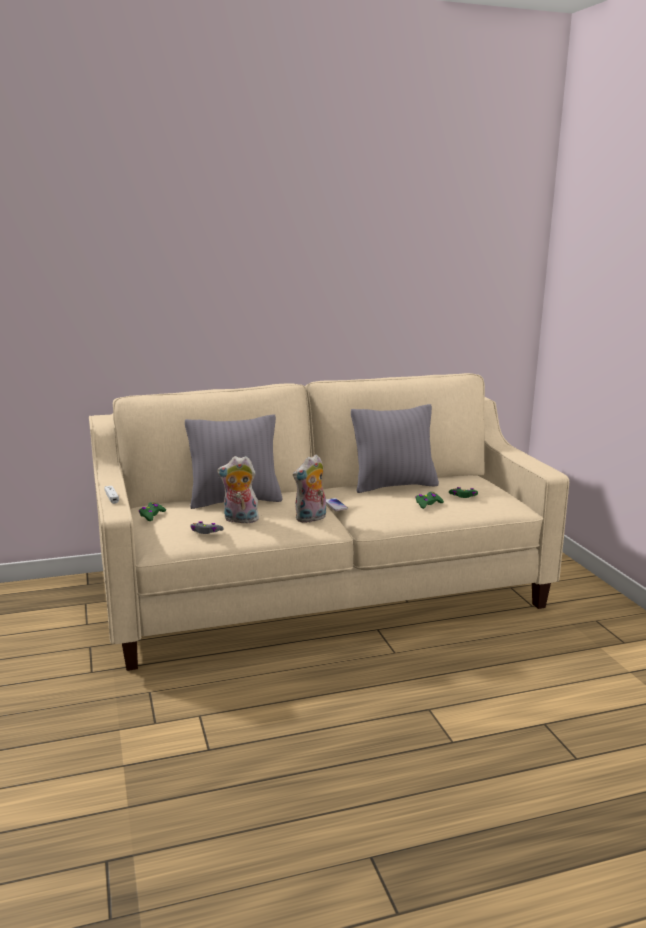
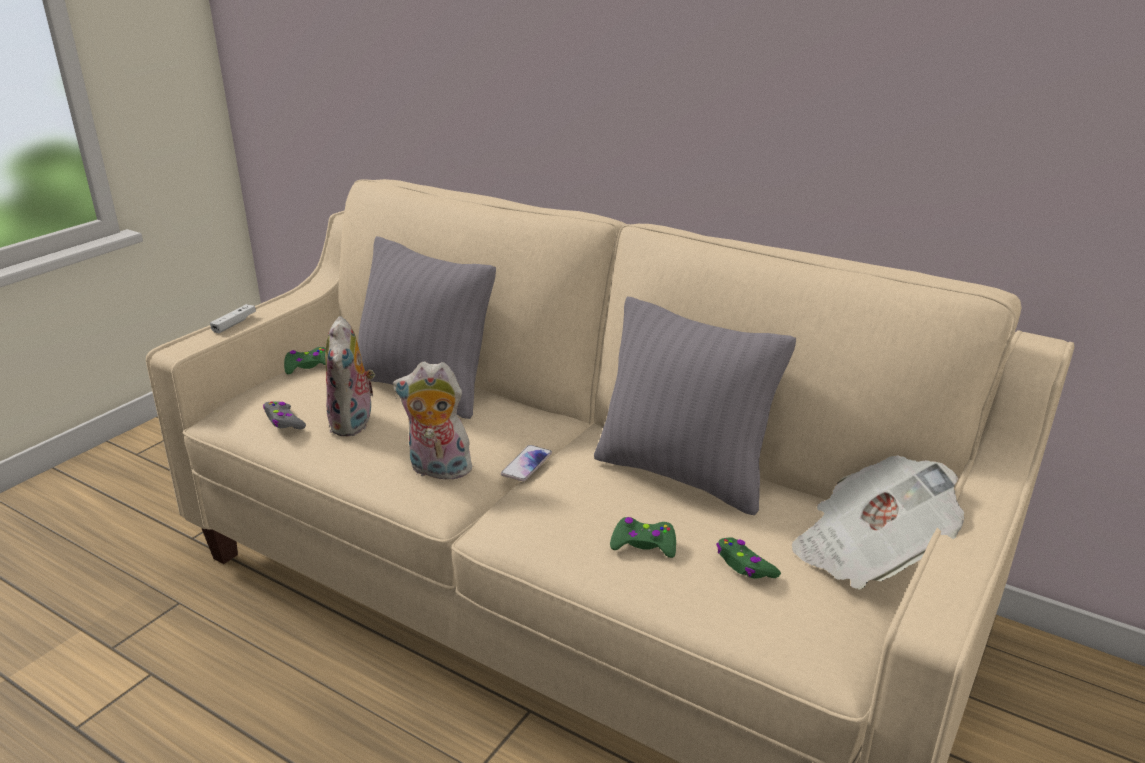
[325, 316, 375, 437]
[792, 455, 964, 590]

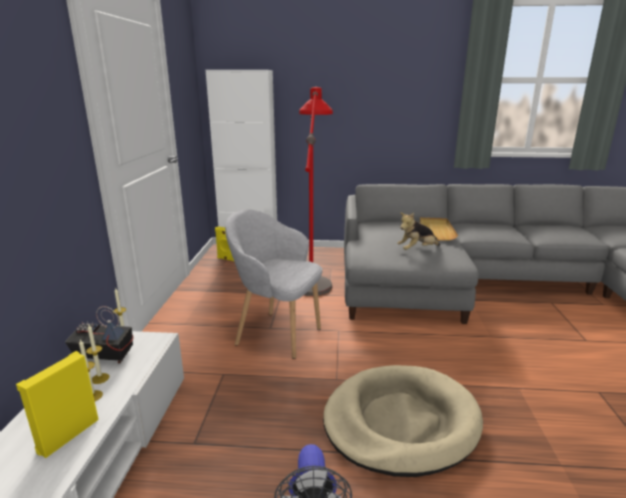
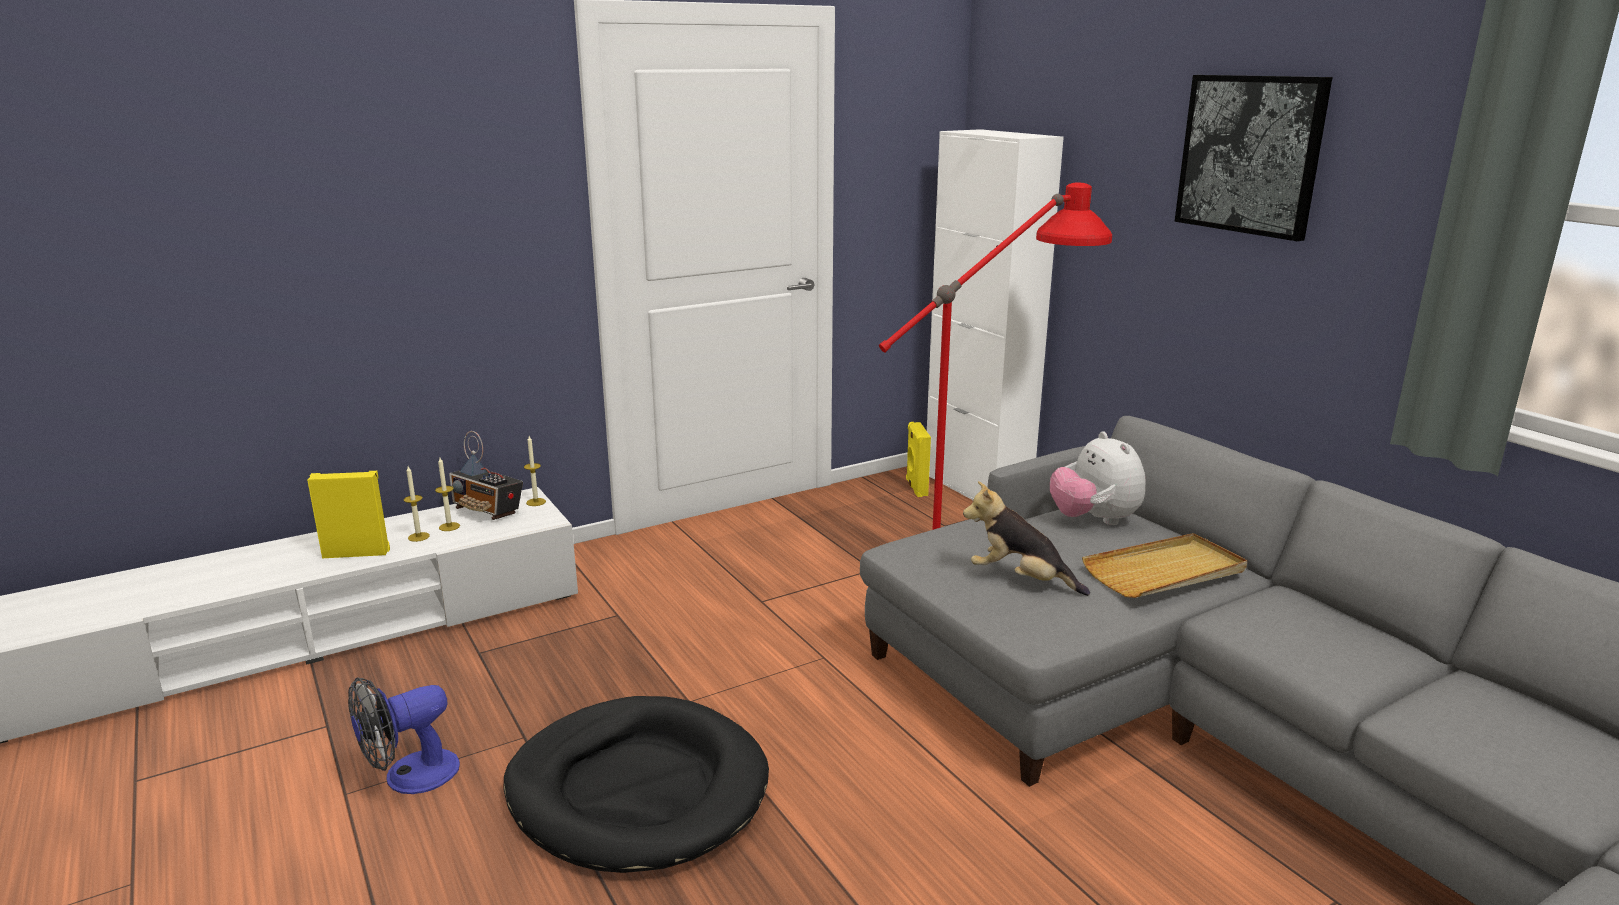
[449, 431, 523, 520]
[503, 696, 769, 873]
[1050, 431, 1146, 525]
[1175, 75, 1333, 241]
[225, 209, 322, 359] (first image)

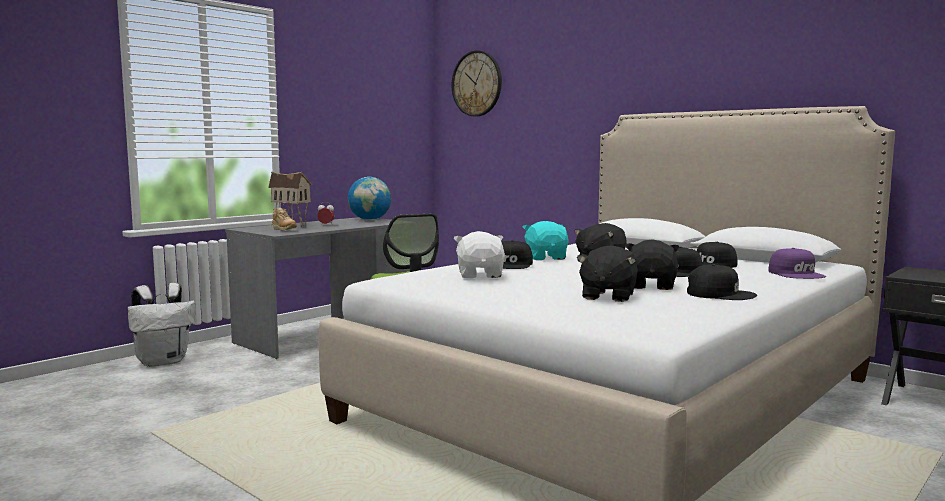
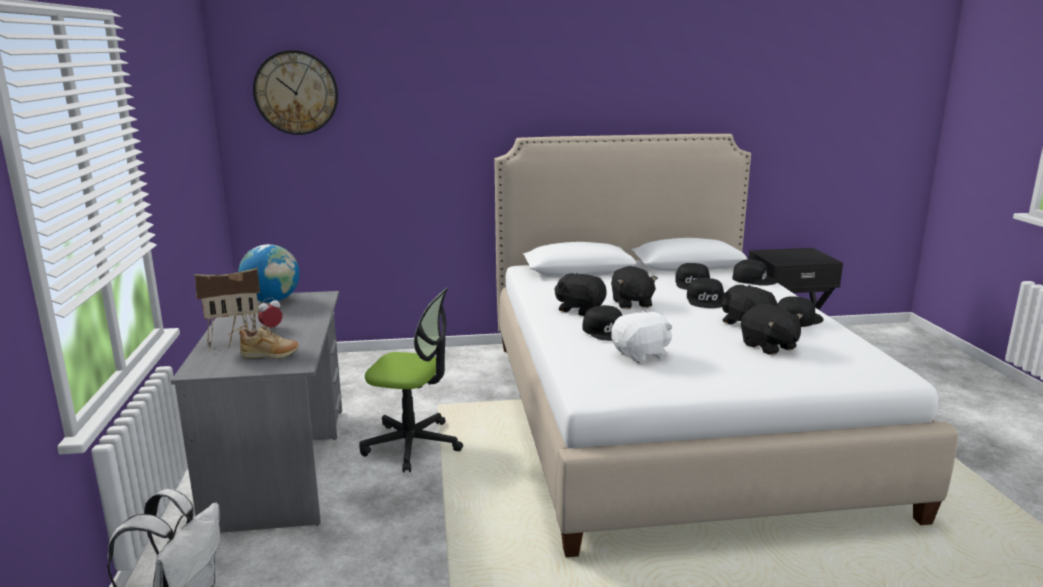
[554, 273, 607, 316]
[611, 310, 672, 363]
[732, 259, 778, 286]

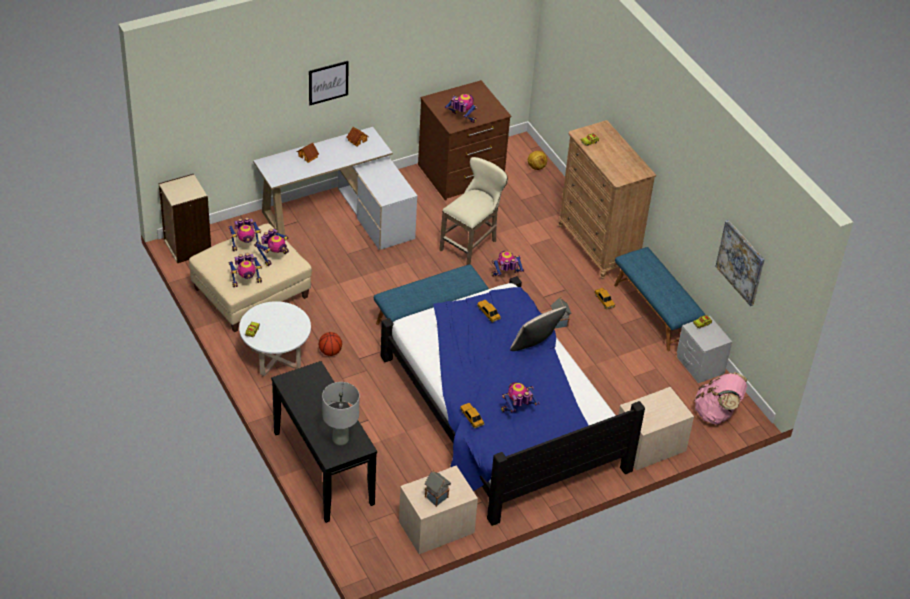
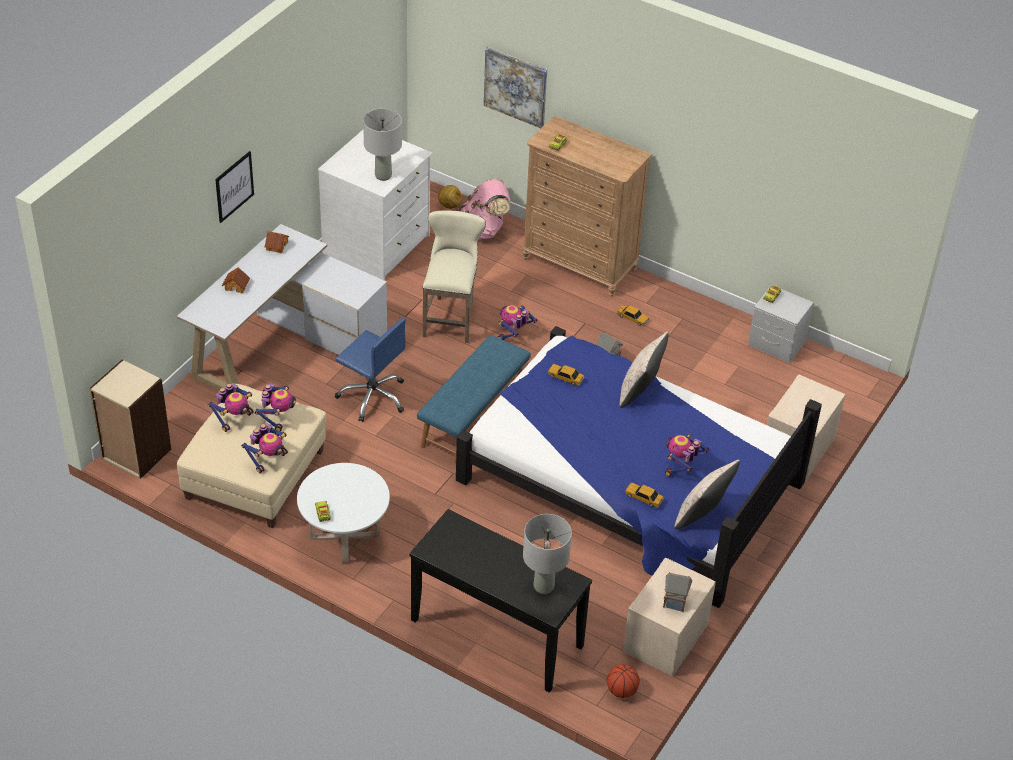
[318, 130, 432, 280]
[335, 318, 406, 422]
[363, 109, 402, 181]
[458, 179, 510, 239]
[484, 47, 547, 128]
[606, 664, 640, 698]
[675, 460, 740, 529]
[614, 247, 705, 351] (first image)

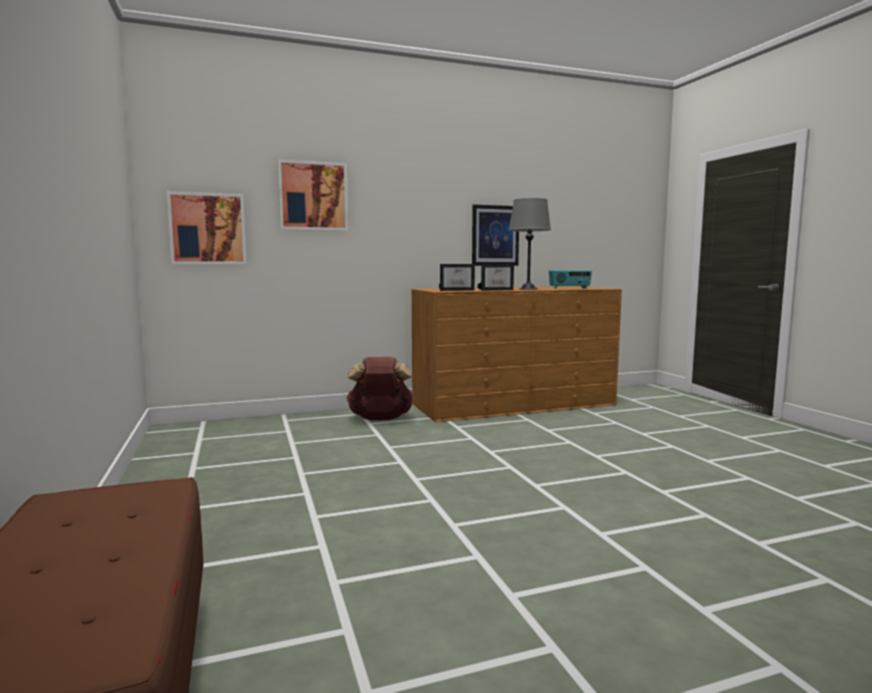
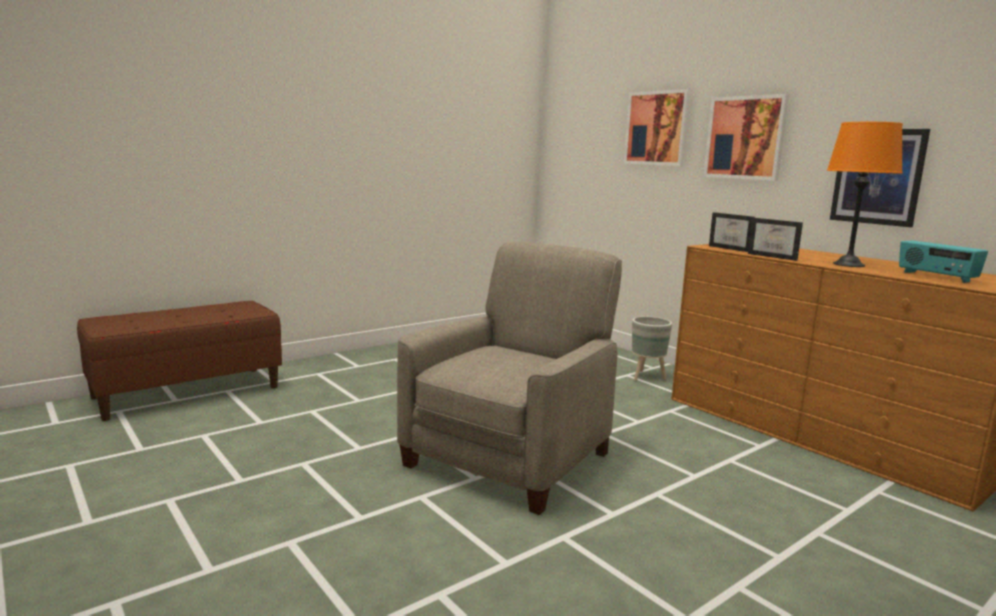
[397, 242, 622, 515]
[632, 316, 672, 381]
[703, 94, 789, 181]
[827, 122, 903, 267]

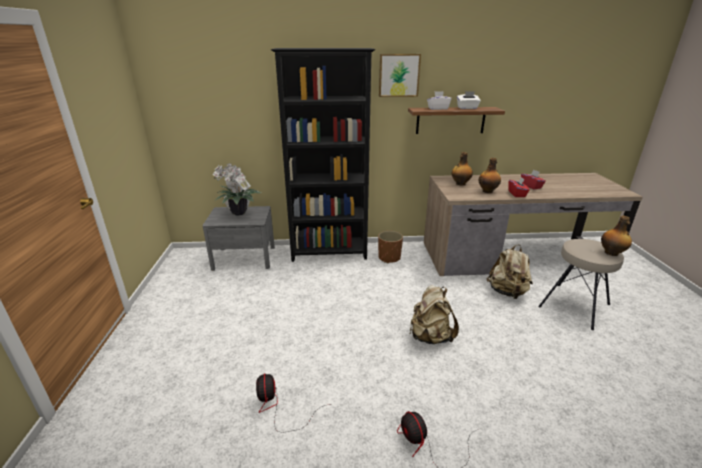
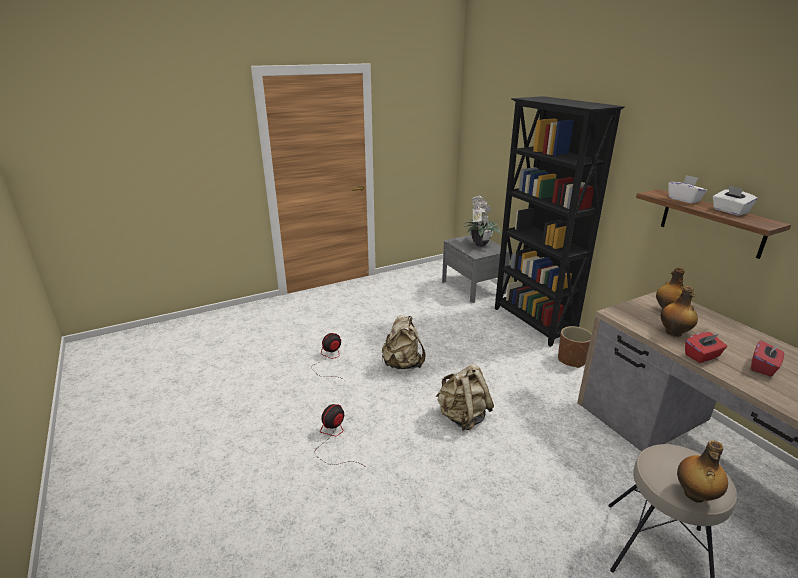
[382, 315, 425, 369]
[379, 54, 421, 97] (first image)

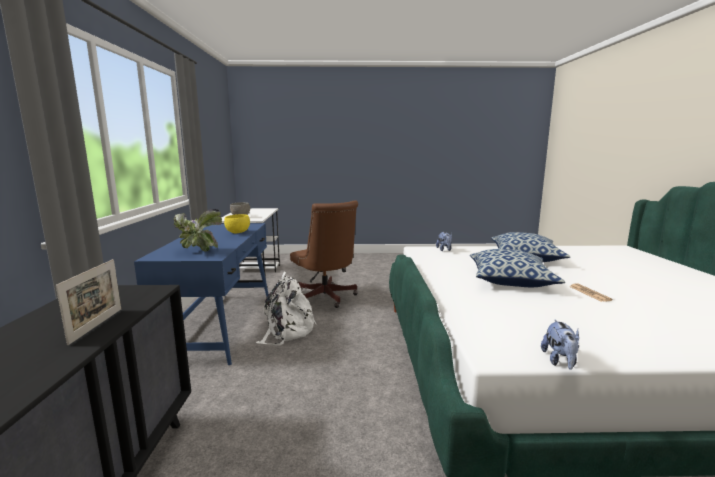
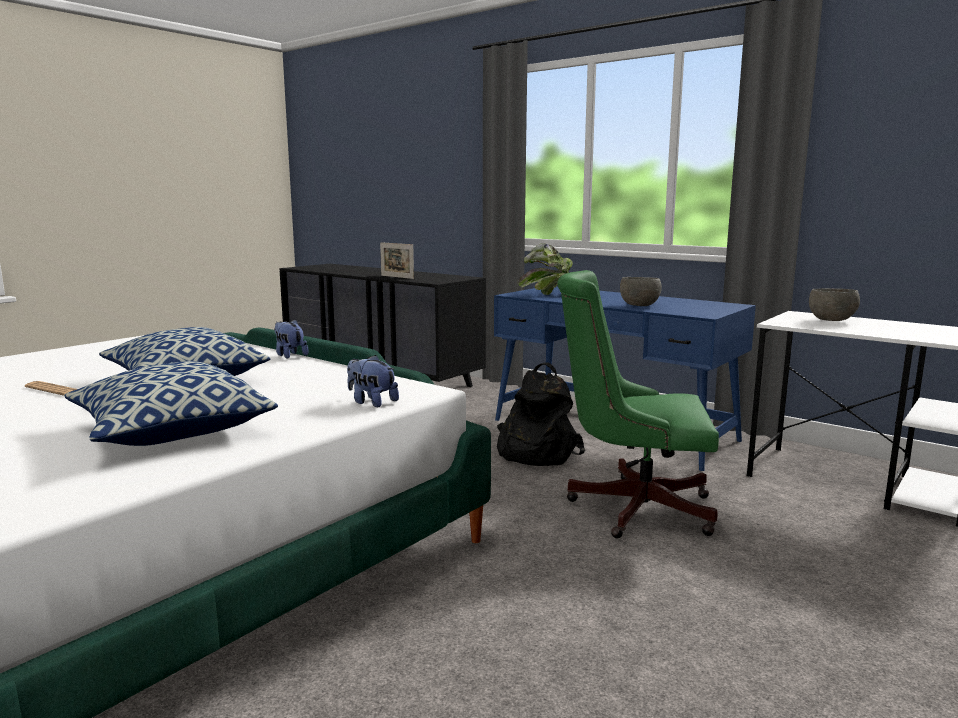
[274, 319, 309, 359]
[497, 362, 585, 466]
[557, 270, 719, 539]
[620, 277, 662, 306]

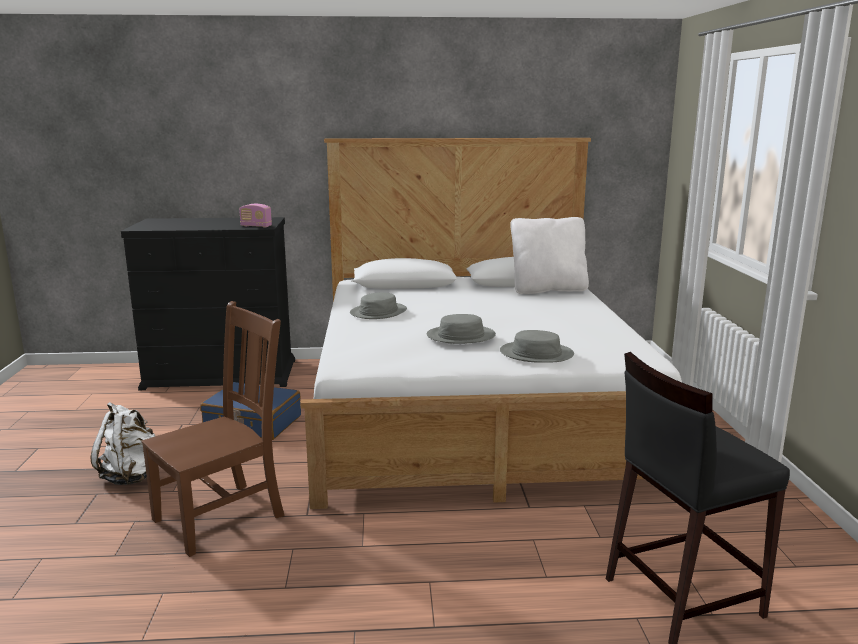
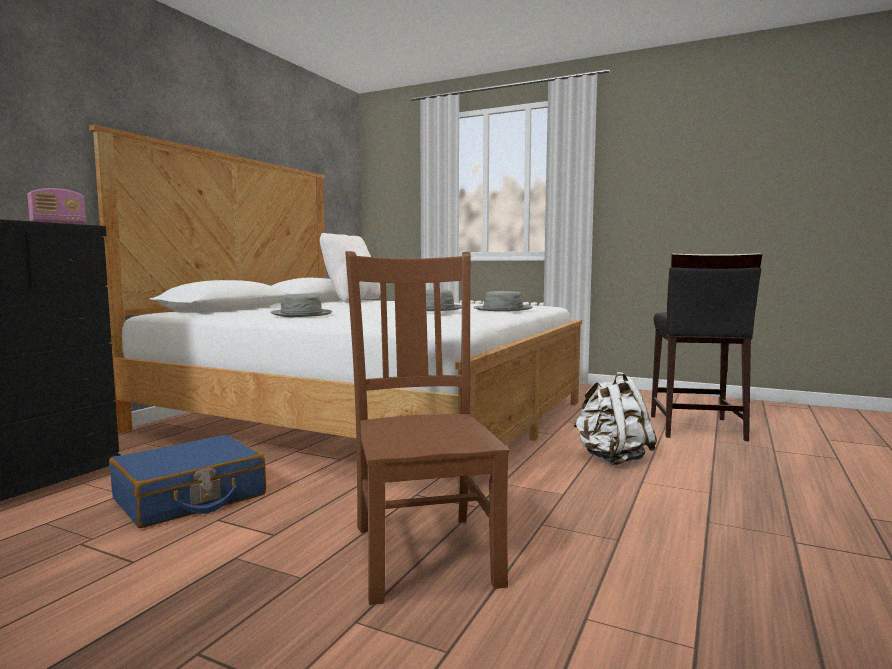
[573, 372, 657, 465]

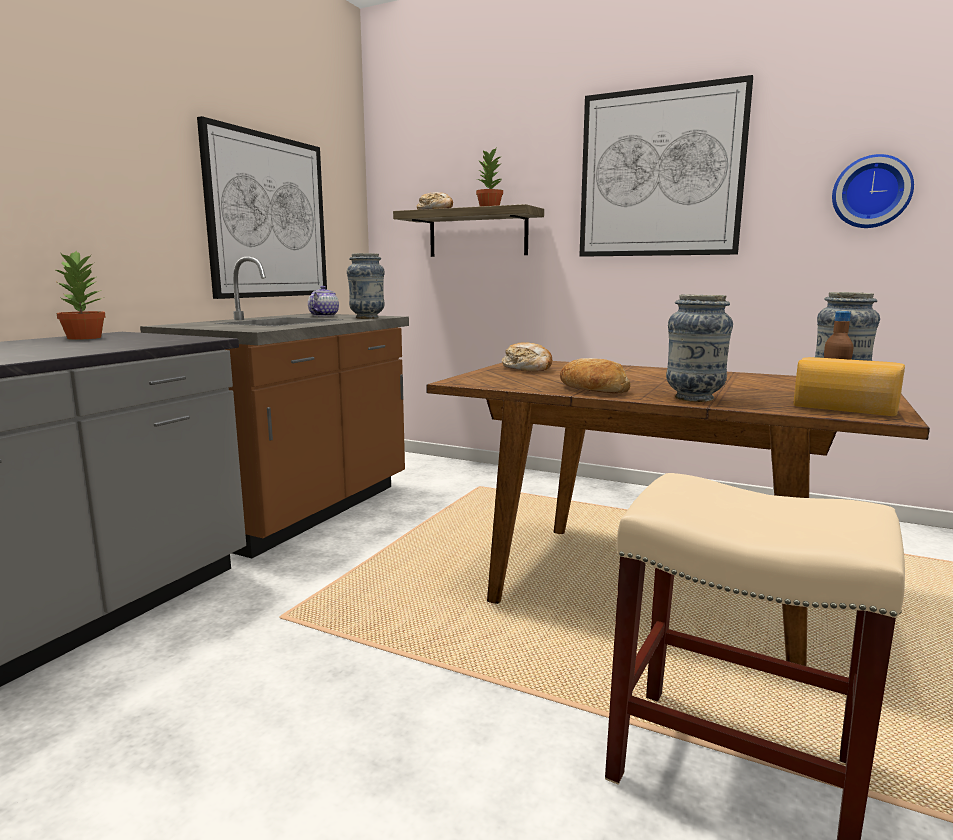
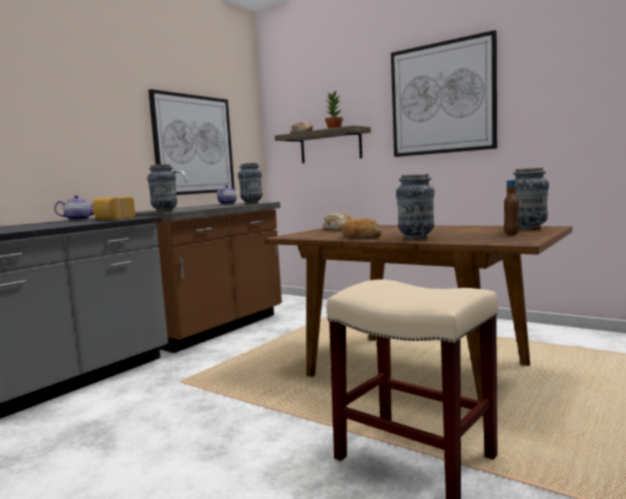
[54, 195, 94, 221]
[93, 197, 135, 220]
[147, 164, 177, 212]
[832, 154, 914, 228] (first image)

